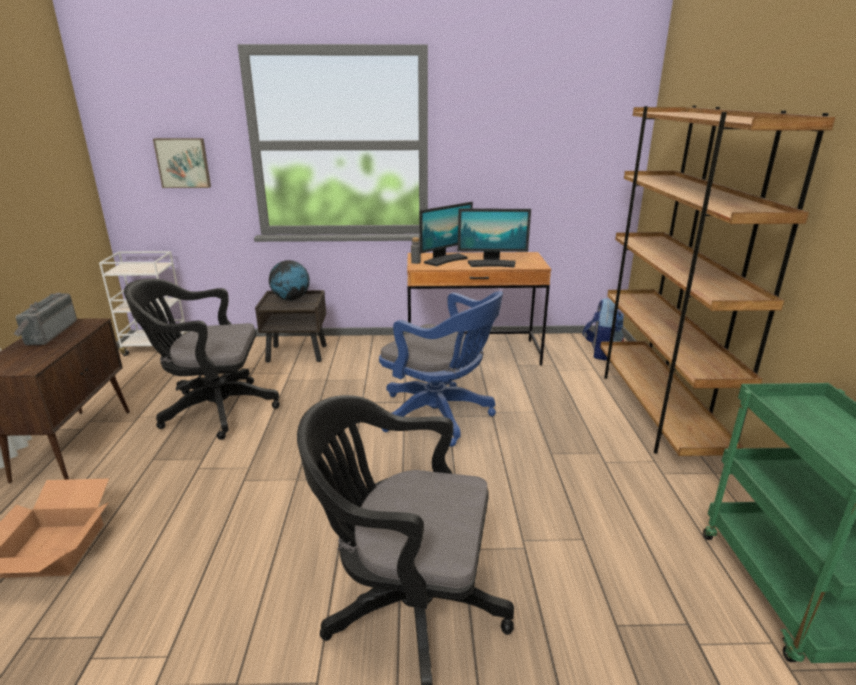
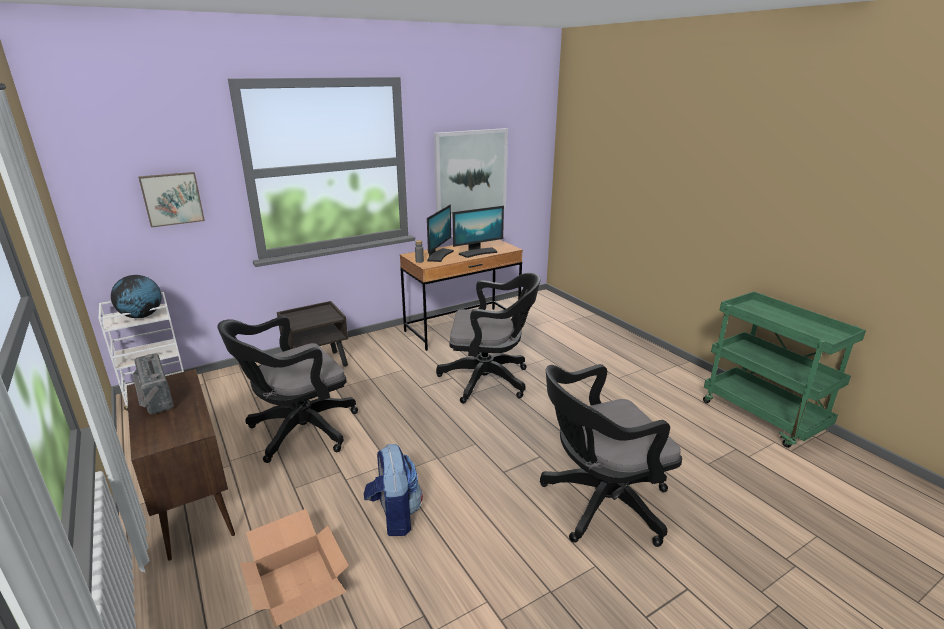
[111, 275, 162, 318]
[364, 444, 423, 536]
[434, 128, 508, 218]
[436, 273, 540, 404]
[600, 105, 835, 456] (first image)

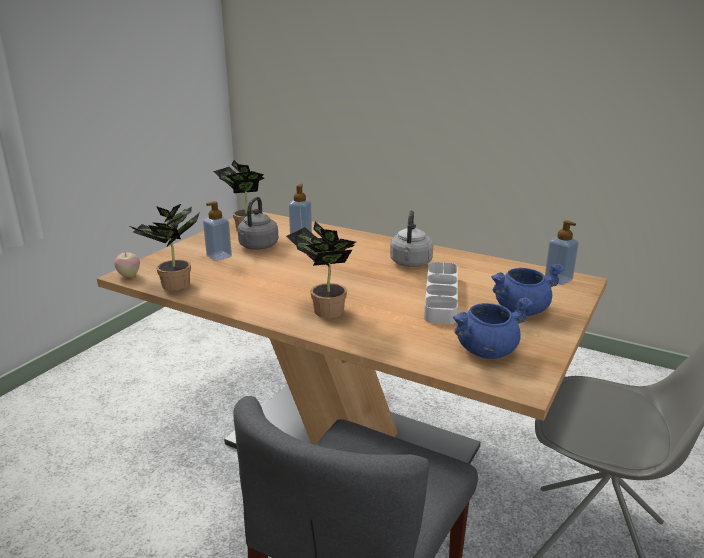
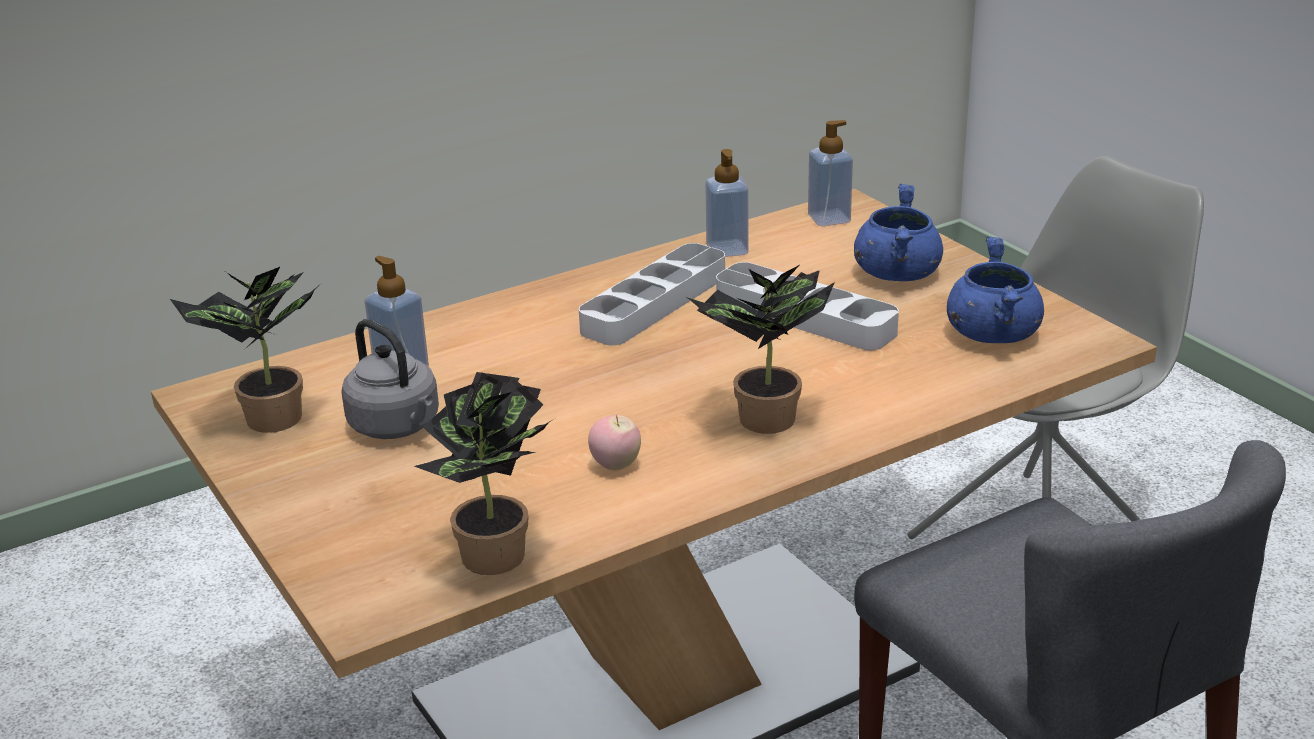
[579, 243, 725, 345]
[588, 415, 641, 470]
[705, 149, 749, 257]

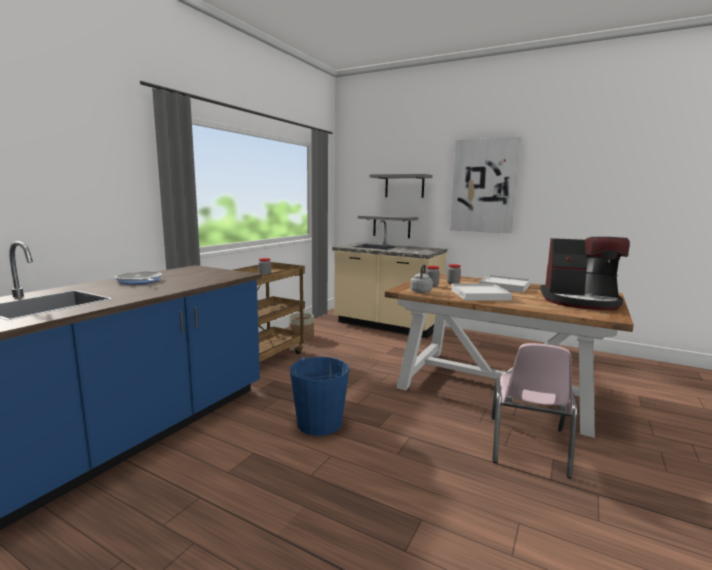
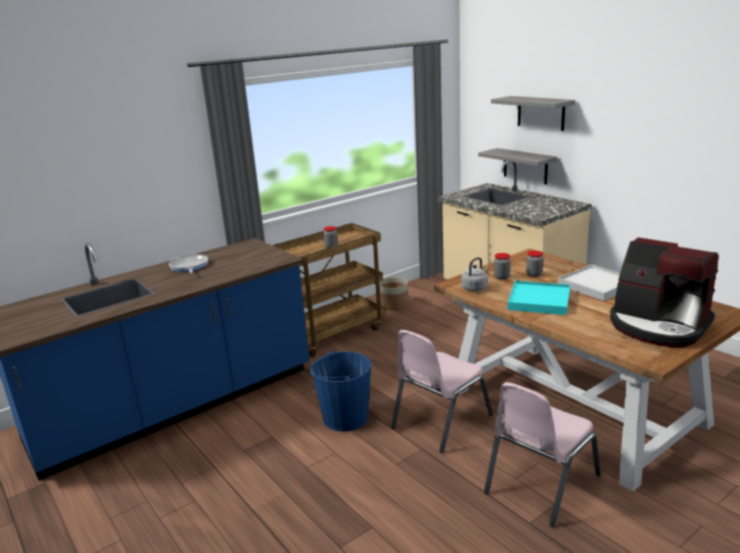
[391, 330, 493, 453]
[507, 281, 570, 315]
[450, 137, 521, 234] (first image)

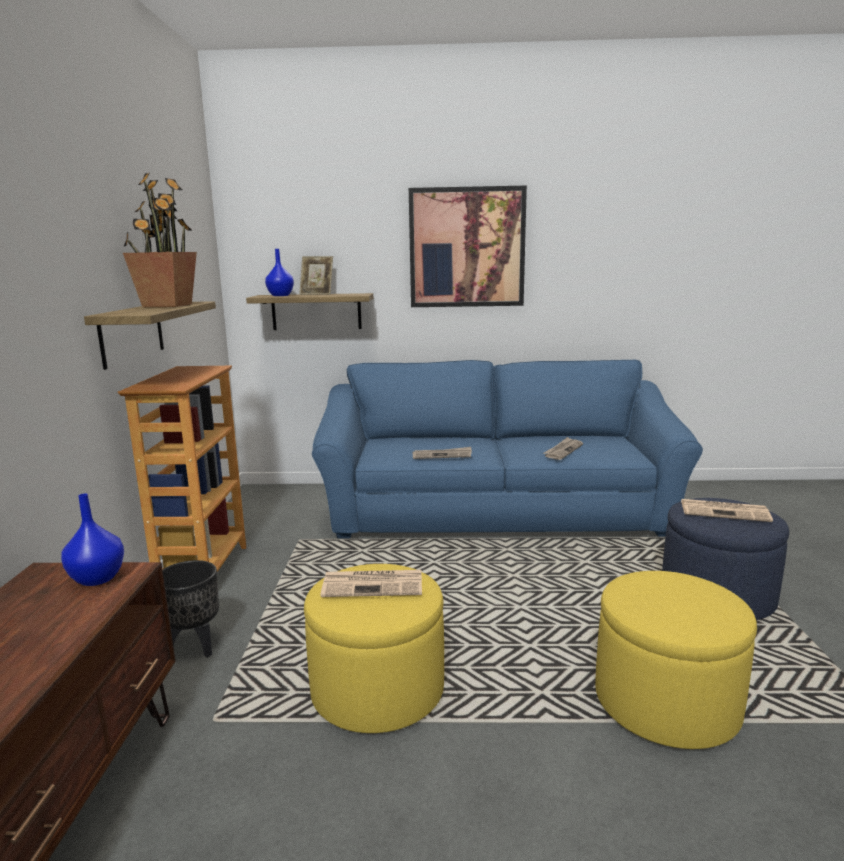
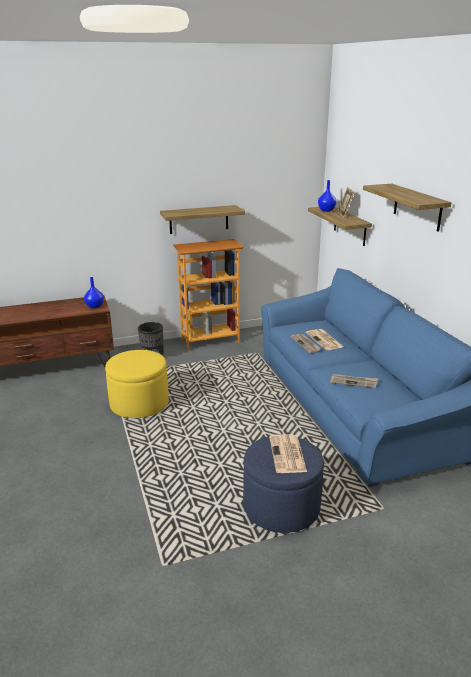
[306, 329, 344, 350]
[363, 184, 452, 231]
[123, 173, 197, 307] (first image)
[595, 571, 757, 749] (first image)

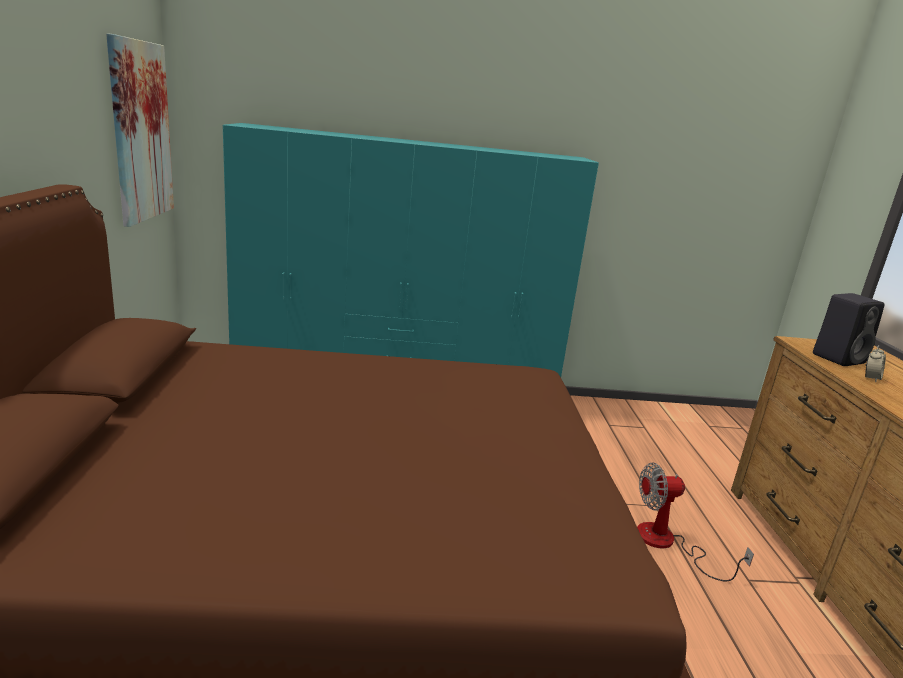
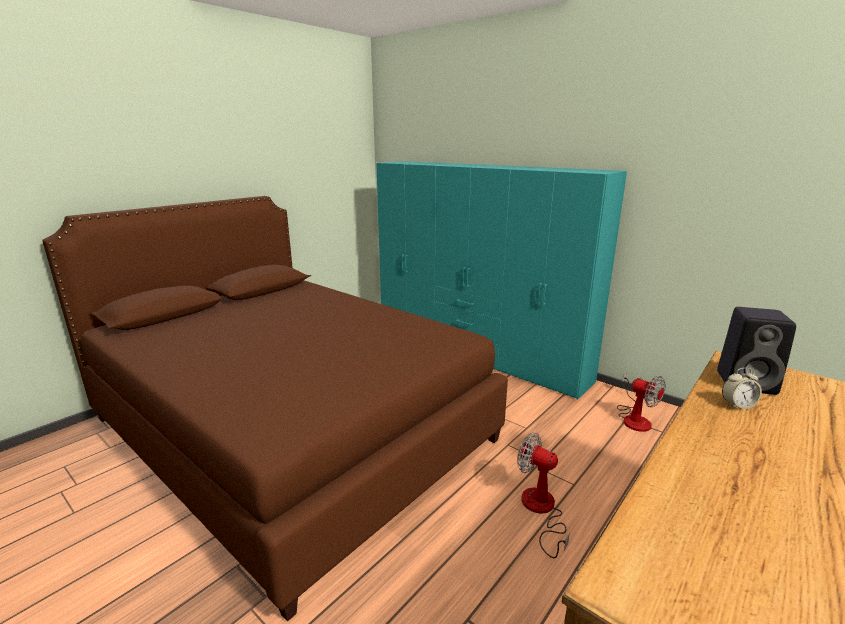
[617, 372, 666, 432]
[106, 33, 174, 227] (first image)

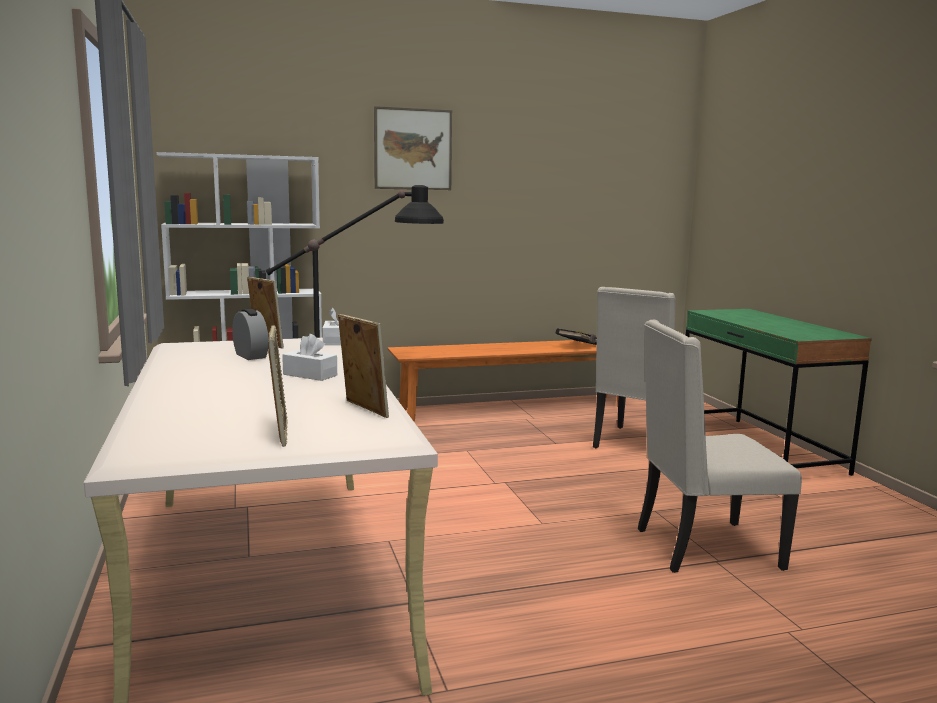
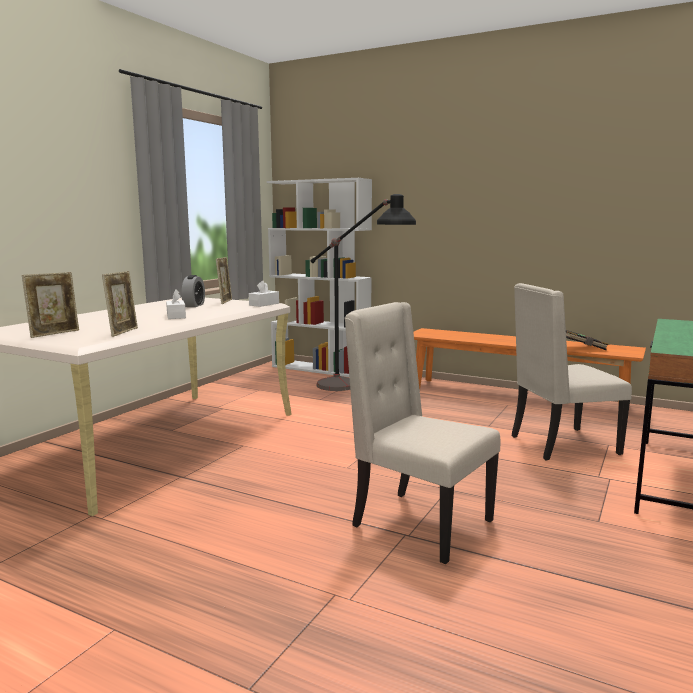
[374, 106, 452, 190] (first image)

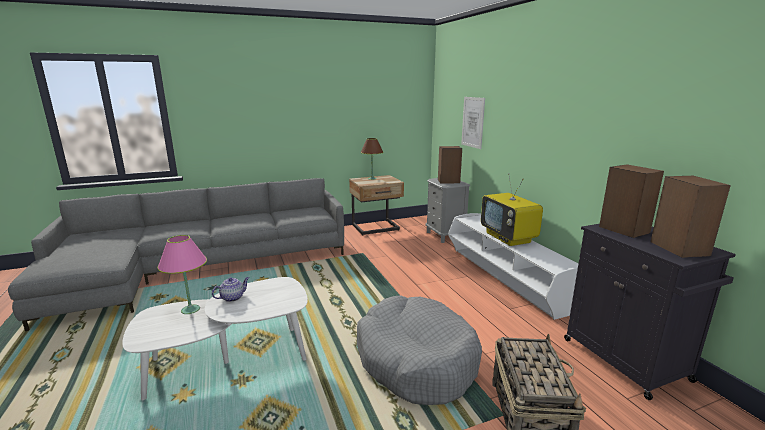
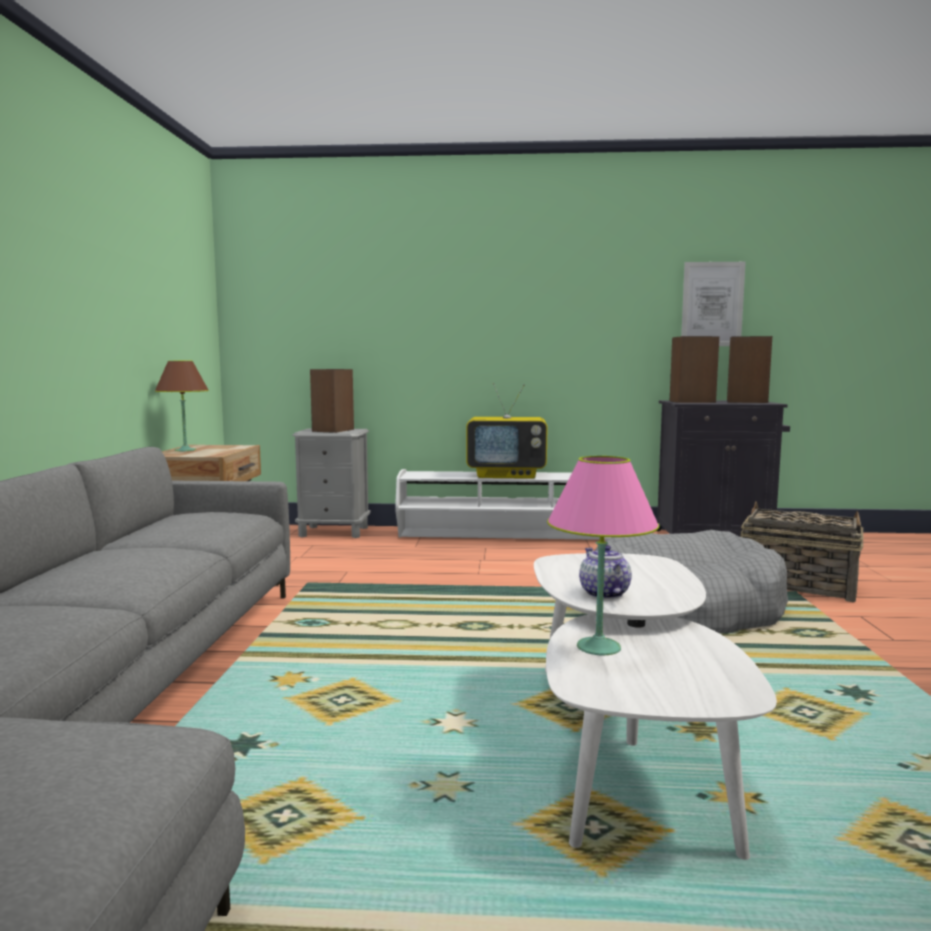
[681, 262, 746, 346]

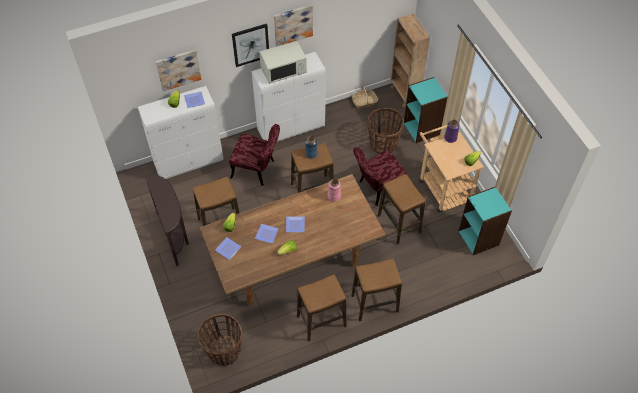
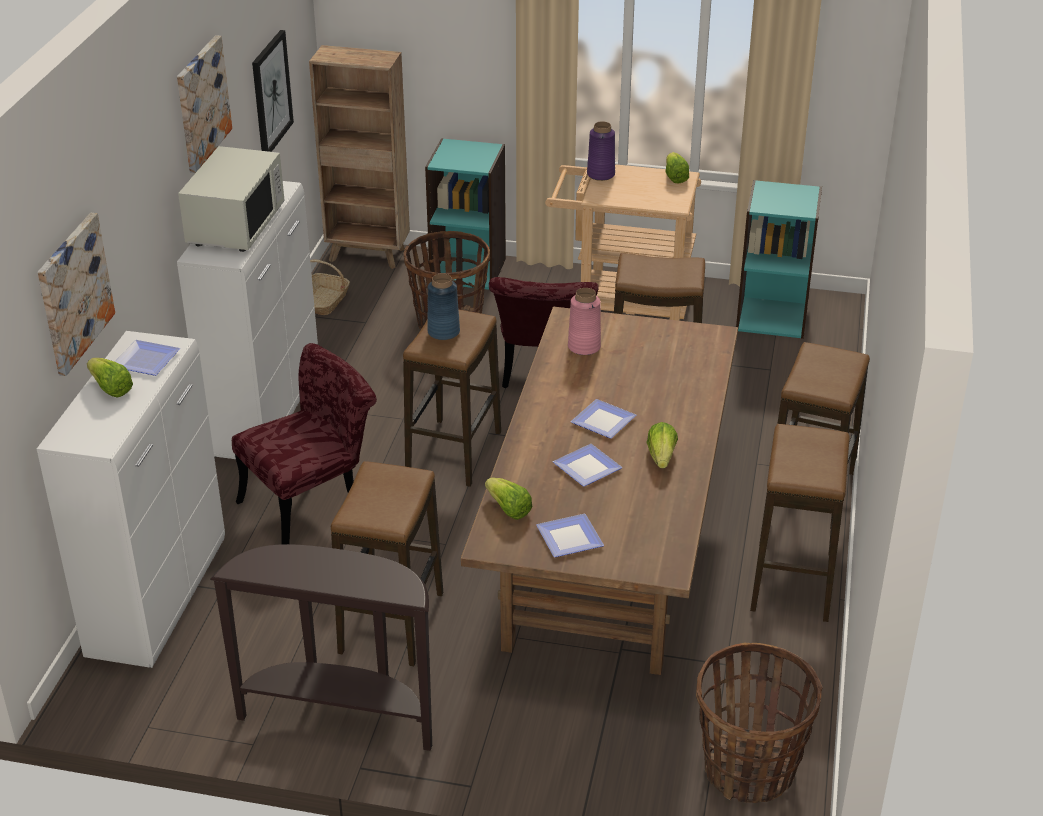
[252, 30, 294, 152]

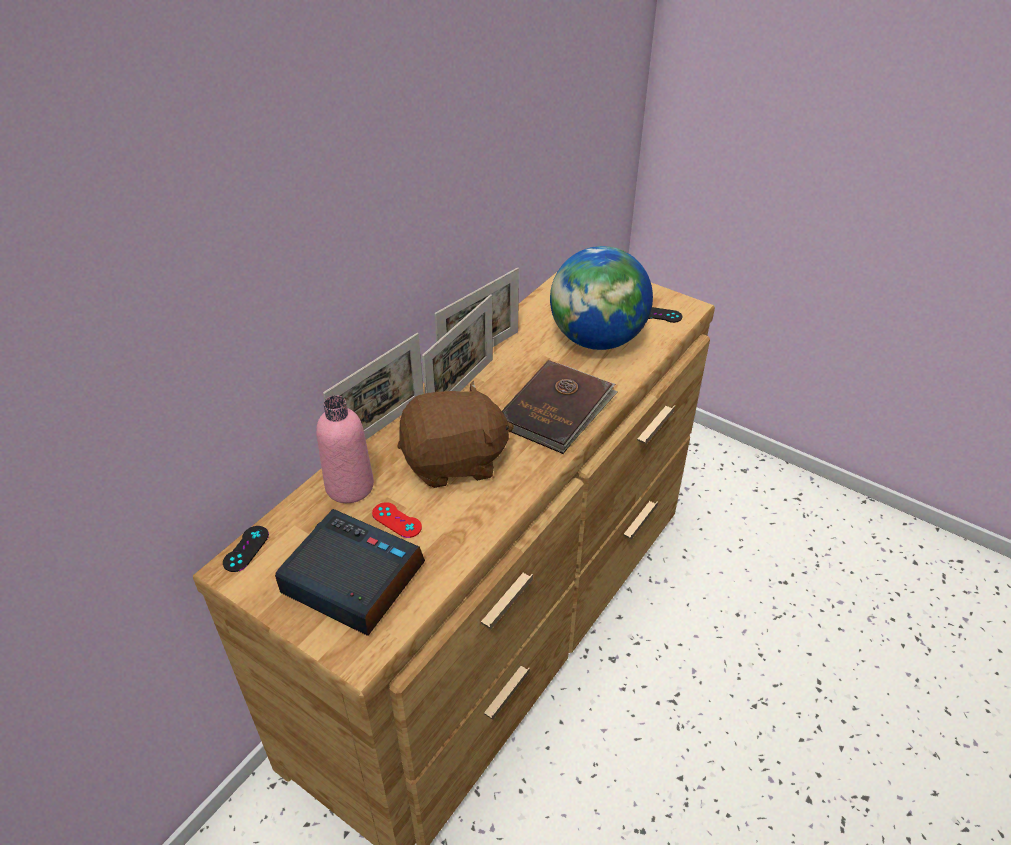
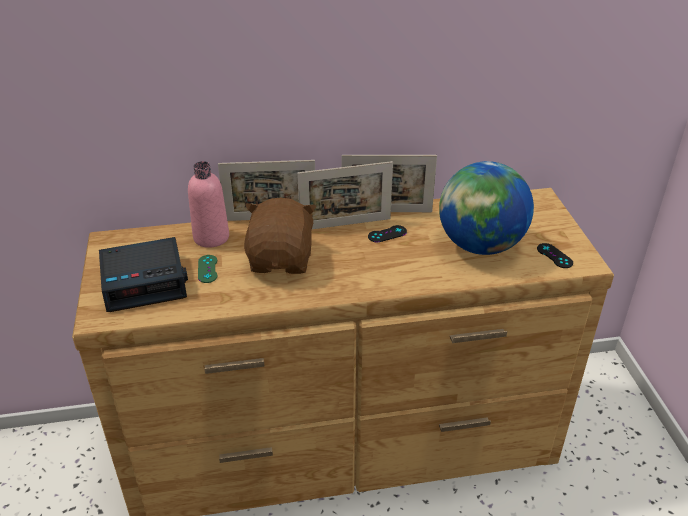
[99, 237, 188, 312]
[198, 255, 217, 283]
[244, 198, 316, 274]
[368, 225, 407, 242]
[502, 360, 618, 454] (first image)

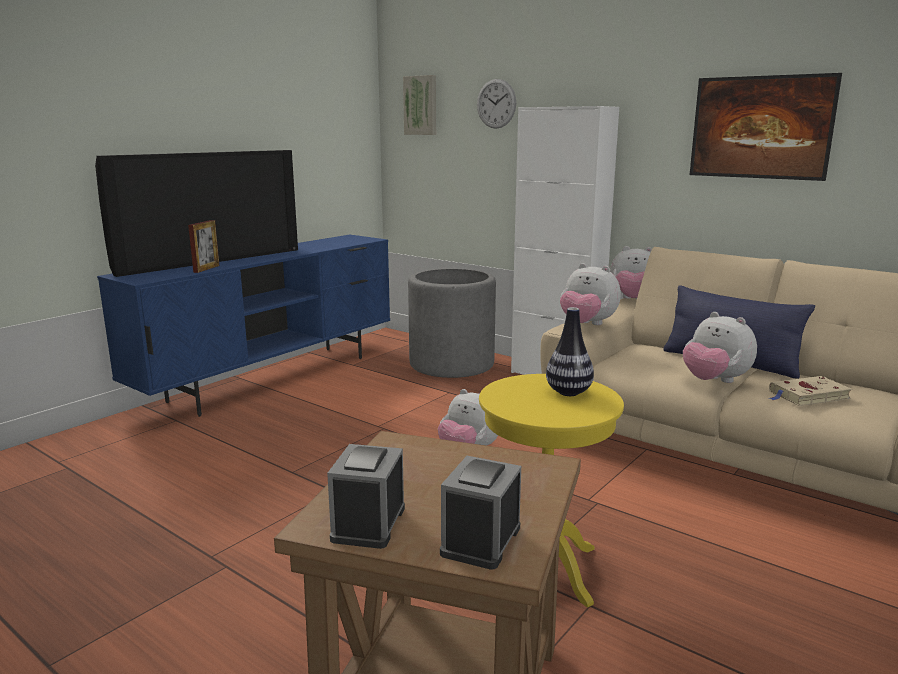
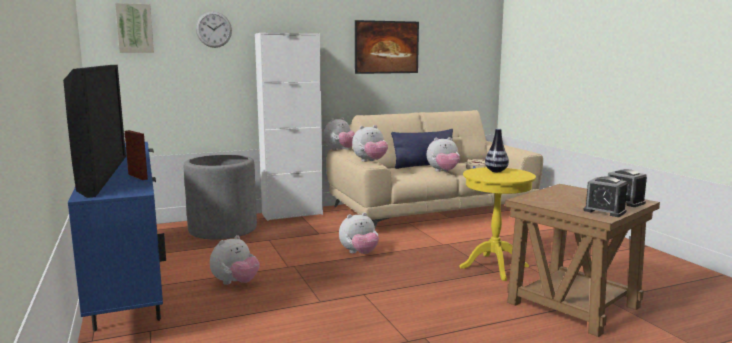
[210, 235, 260, 285]

